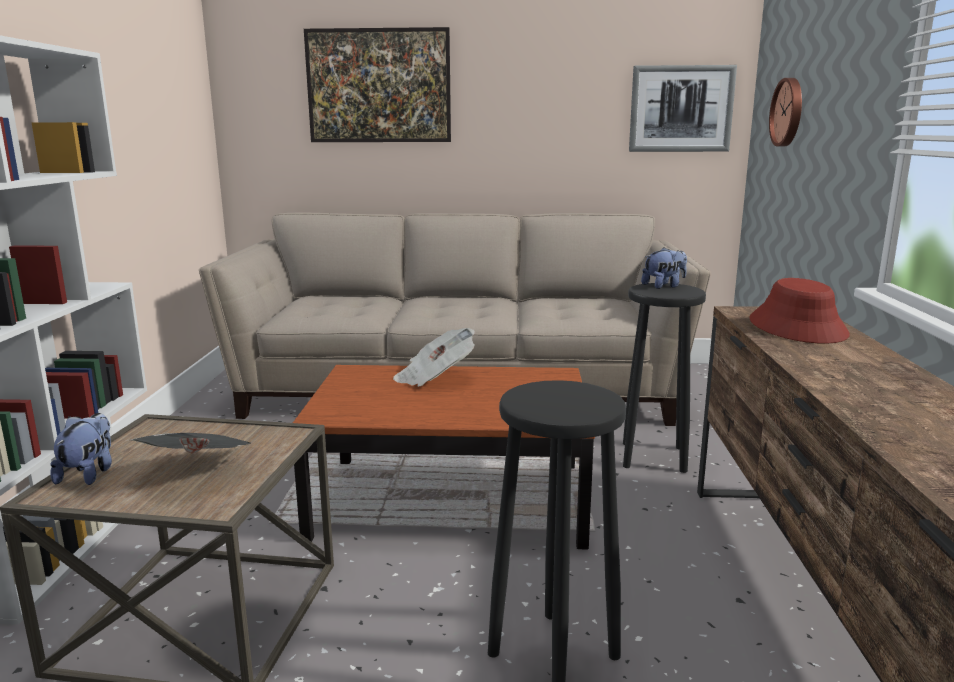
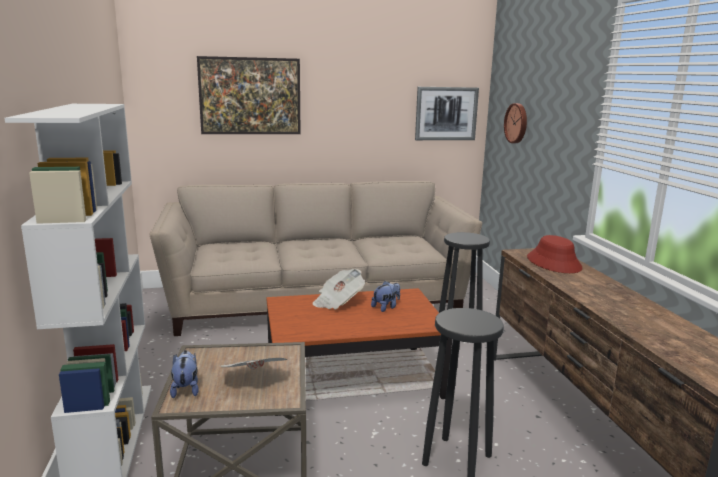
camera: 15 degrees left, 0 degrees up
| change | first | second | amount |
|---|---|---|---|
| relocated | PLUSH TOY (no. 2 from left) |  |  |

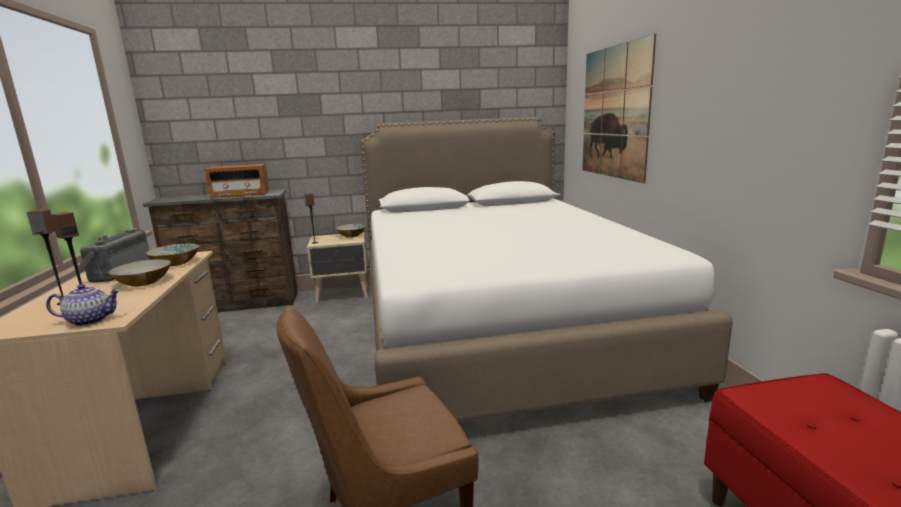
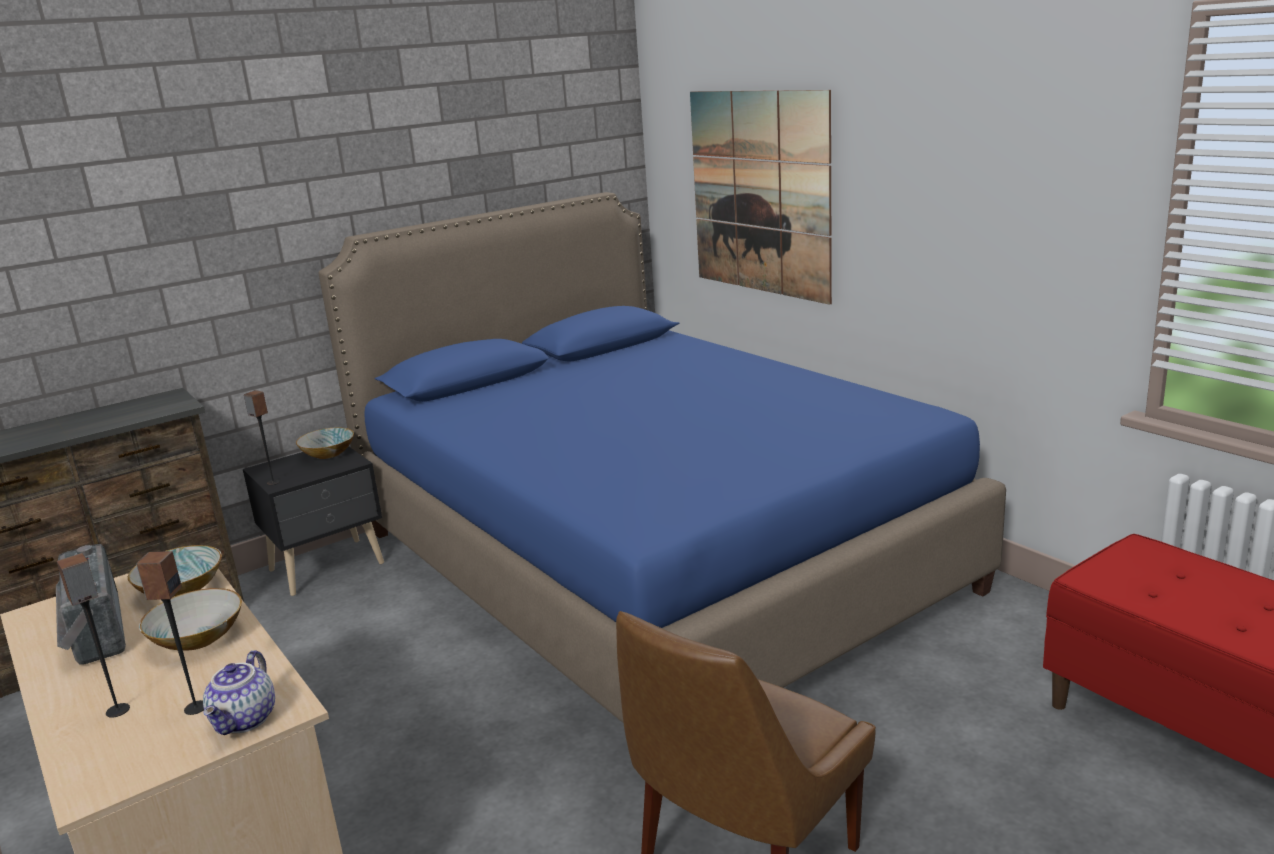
camera: 25 degrees left, 5 degrees up
| change | first | second | amount |
|---|---|---|---|
| spun | TEAPOT |  | 135 degrees clockwise |
| missing | RADIO (no. 2 from left) |  |  |
| colour | BEIGE NIGHTSTAND | BLACK NIGHTSTAND |  |
| colour | WHITE BED | BLUE BED |  |

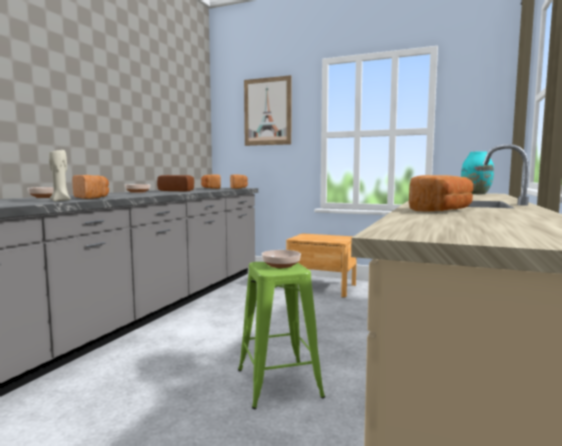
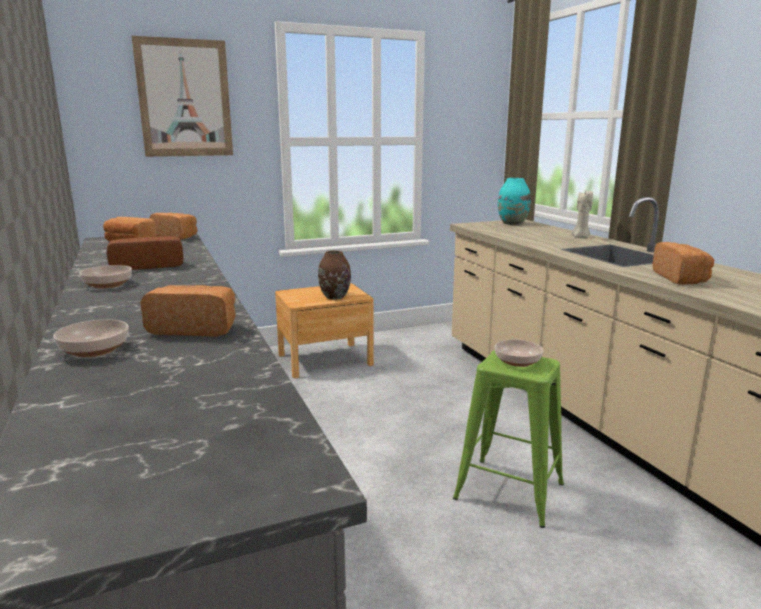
camera: 45 degrees left, 10 degrees up
| change | first | second | amount |
|---|---|---|---|
| relocated | BEIGE CANDLE |  |  |
| appeared |  | BROWN VASE |  |

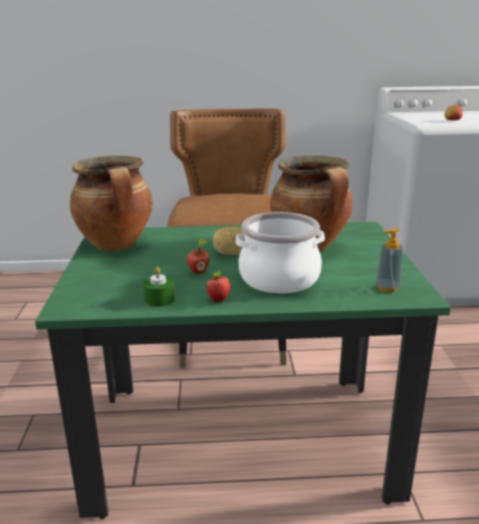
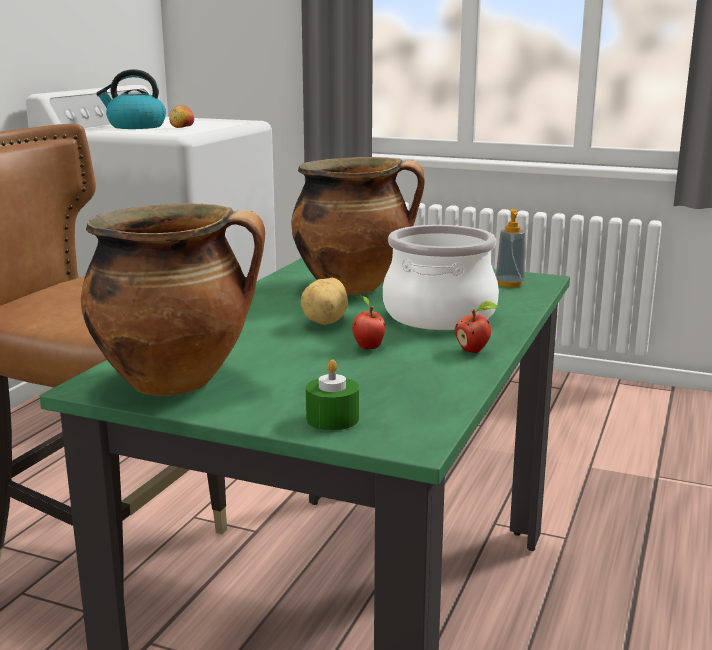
camera: 65 degrees left, 5 degrees down
| change | first | second | amount |
|---|---|---|---|
| relocated | GREEN CANDLE |  |  |
| appeared |  | KETTLE |  |

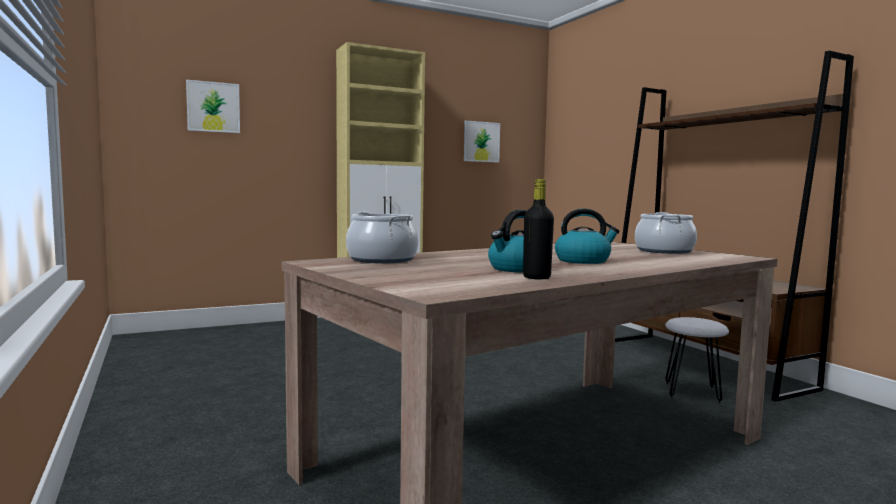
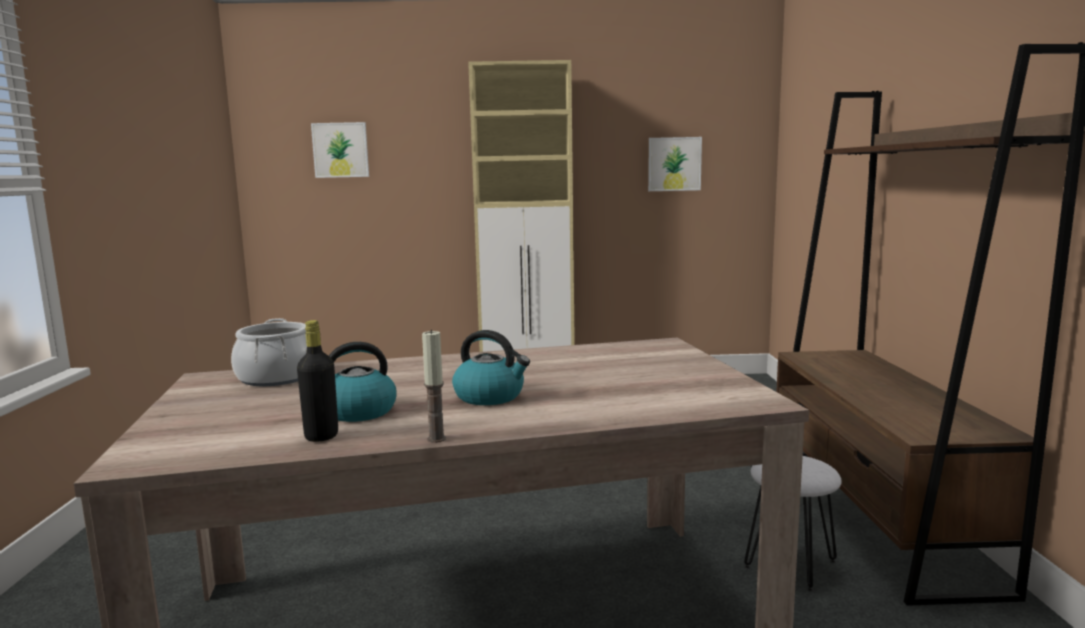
camera: 25 degrees right, 5 degrees up
| change | first | second | amount |
|---|---|---|---|
| missing | COOKING POT (no. 2 from left) |  |  |
| appeared |  | CANDLE |  |

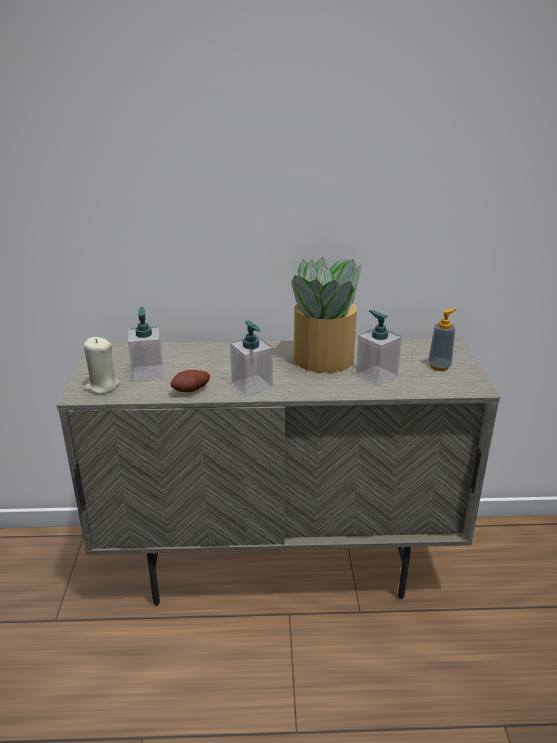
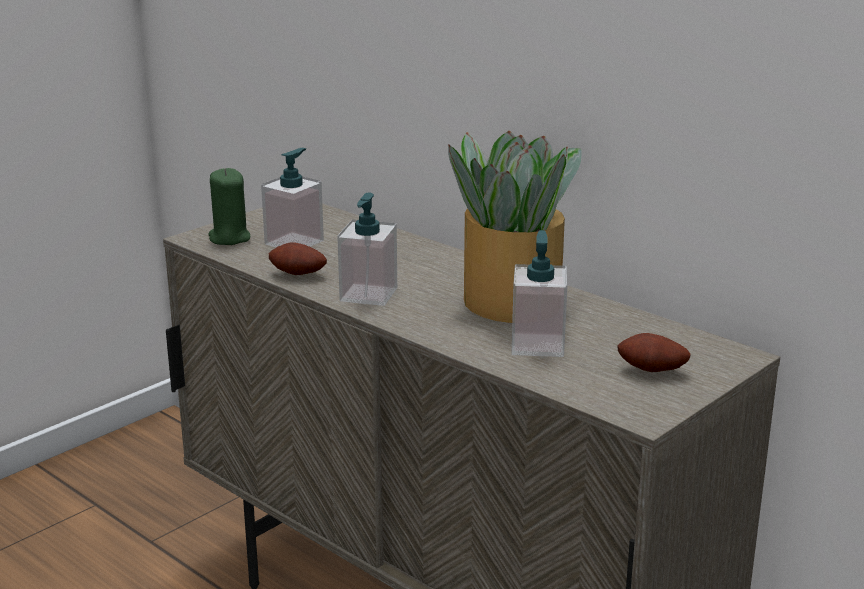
camera: 45 degrees right, 5 degrees down
| change | first | second | amount |
|---|---|---|---|
| colour | BEIGE CANDLE | GREEN CANDLE |  |
| exchanged | SOAP DISPENSER (no. 4 from left) | POTATO (no. 2 from left) |  |

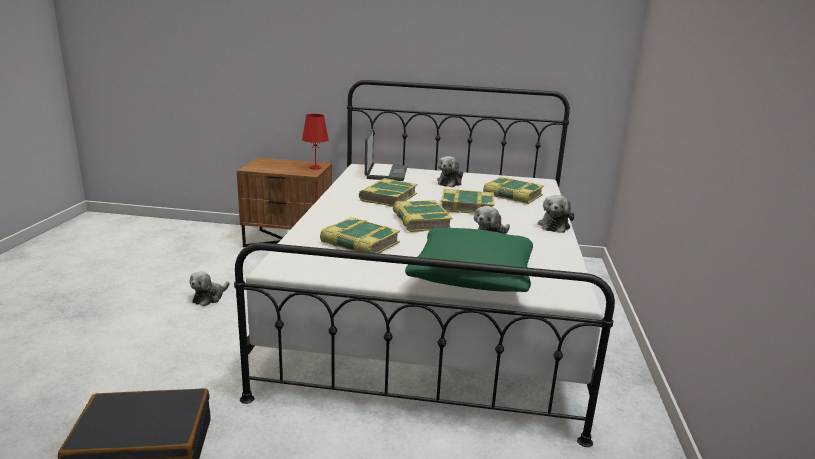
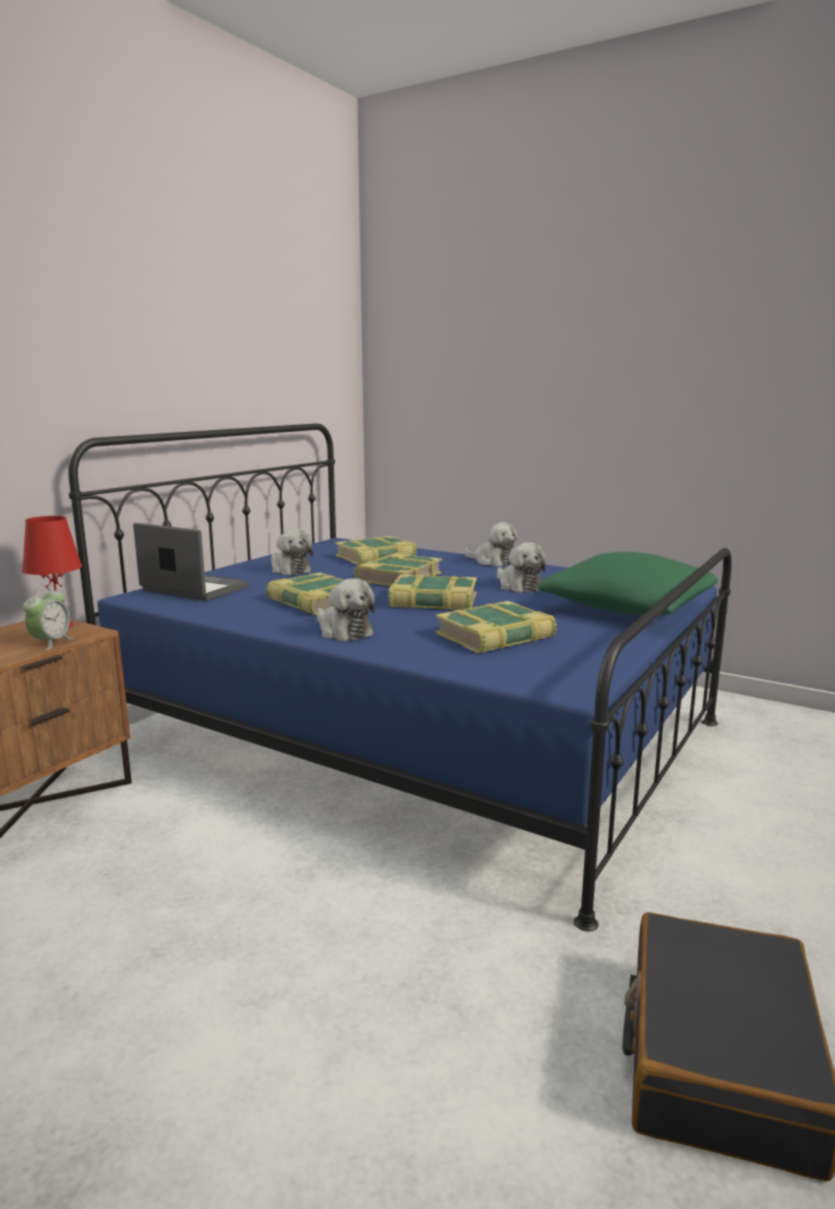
camera: 65 degrees left, 5 degrees down
| change | first | second | amount |
|---|---|---|---|
| relocated | PLUSH TOY (no. 1 from left in the first image) | PLUSH TOY (no. 2 from left) |  |
| colour | WHITE BED | BLUE BED |  |
| appeared |  | ALARM CLOCK |  |

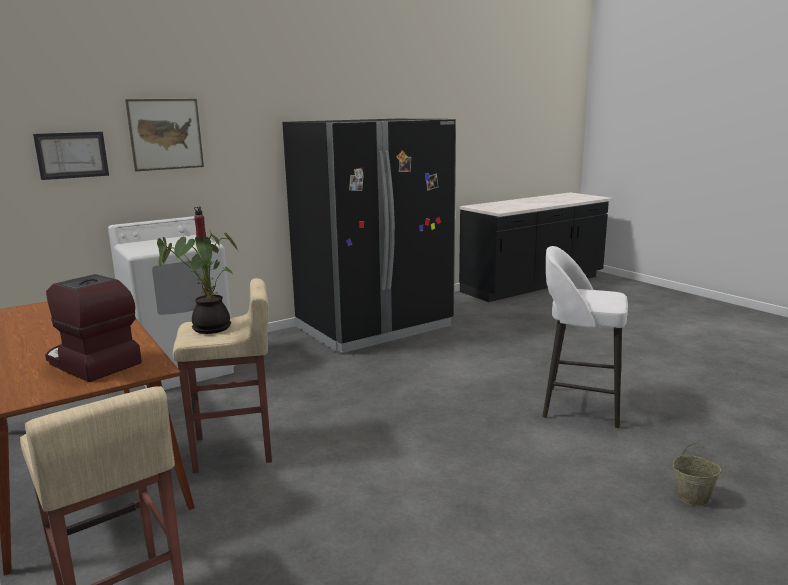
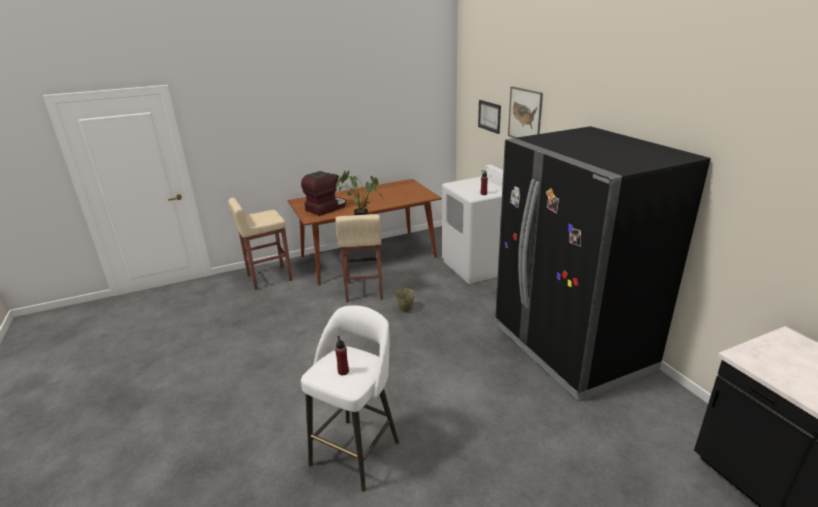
camera: 100 degrees right, 10 degrees up
| change | first | second | amount |
|---|---|---|---|
| relocated | BEIGE BUCKET |  |  |
| appeared |  | RED BOTTLE (no. 1 from left) |  |

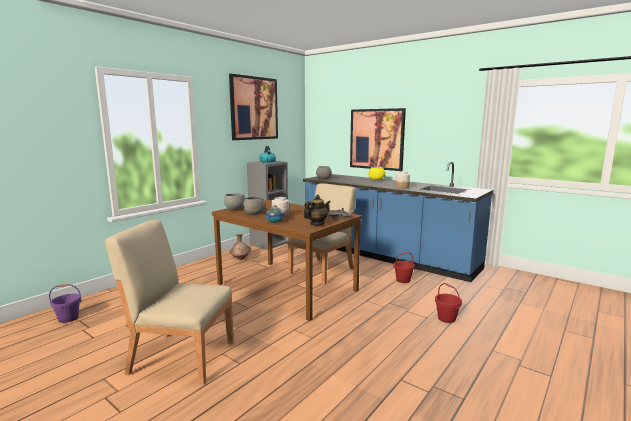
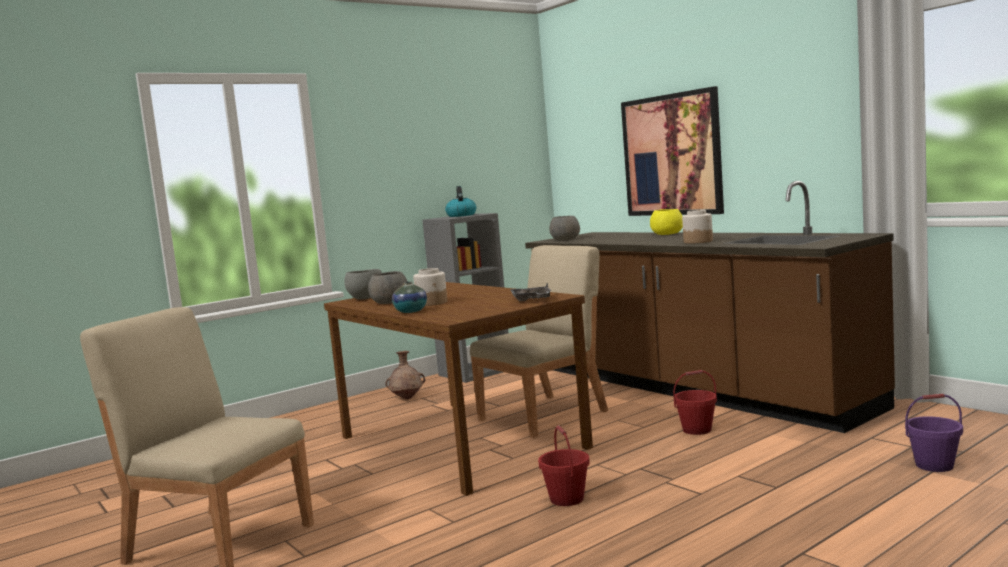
camera: 15 degrees right, 5 degrees down
| change | first | second | amount |
|---|---|---|---|
| relocated | PURPLE BUCKET |  |  |
| missing | PICTURE (no. 1 from left) |  |  |
| colour | BLUE COUNTER | BROWN COUNTER |  |
| missing | TEAPOT |  |  |
| relocated | RED BUCKET (no. 2 from left in the first image) | RED BUCKET (no. 1 from left) |  |

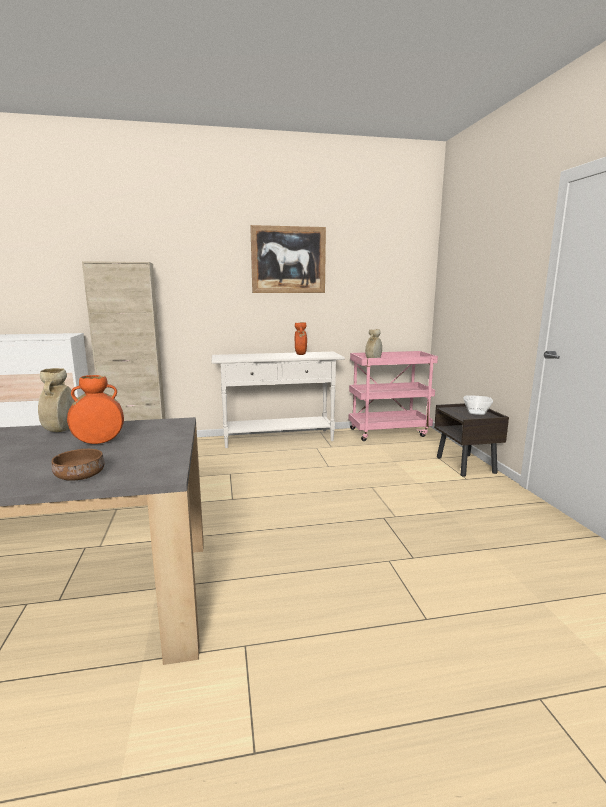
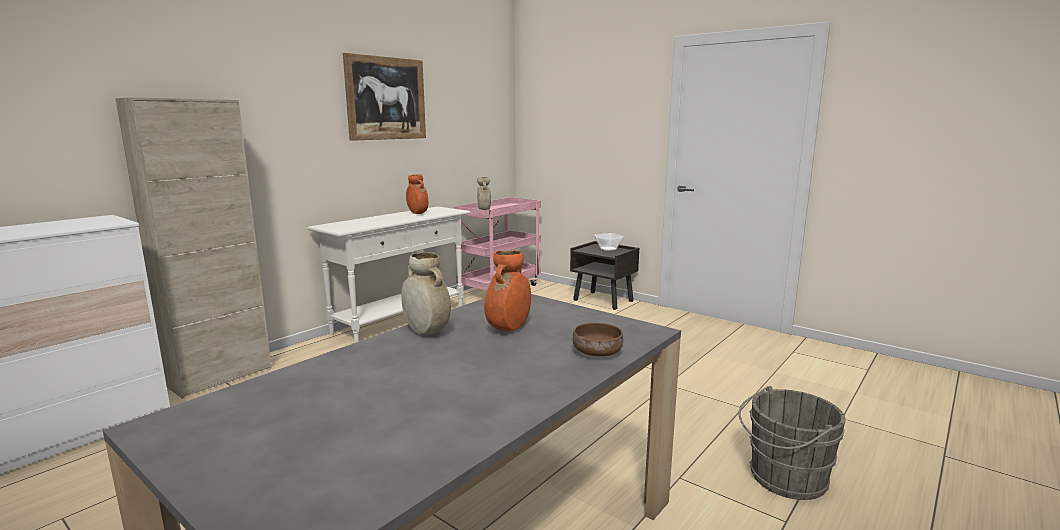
camera: 40 degrees left, 0 degrees up
| change | first | second | amount |
|---|---|---|---|
| appeared |  | GREY BUCKET |  |

